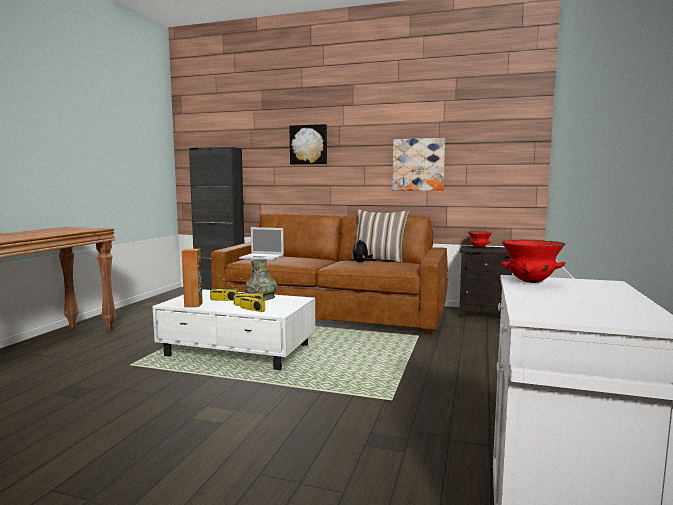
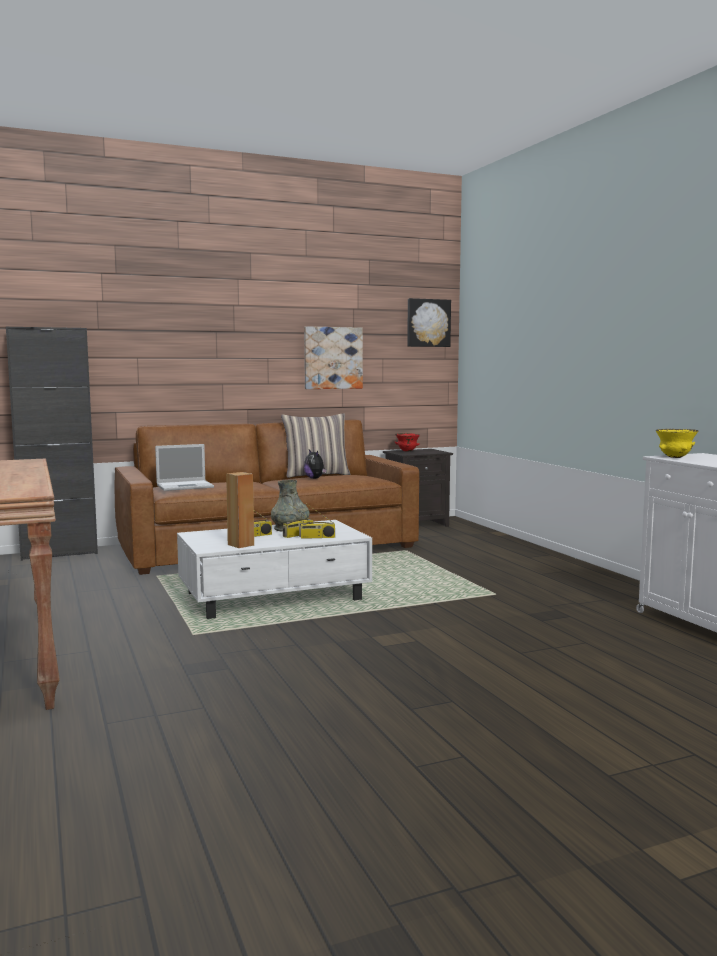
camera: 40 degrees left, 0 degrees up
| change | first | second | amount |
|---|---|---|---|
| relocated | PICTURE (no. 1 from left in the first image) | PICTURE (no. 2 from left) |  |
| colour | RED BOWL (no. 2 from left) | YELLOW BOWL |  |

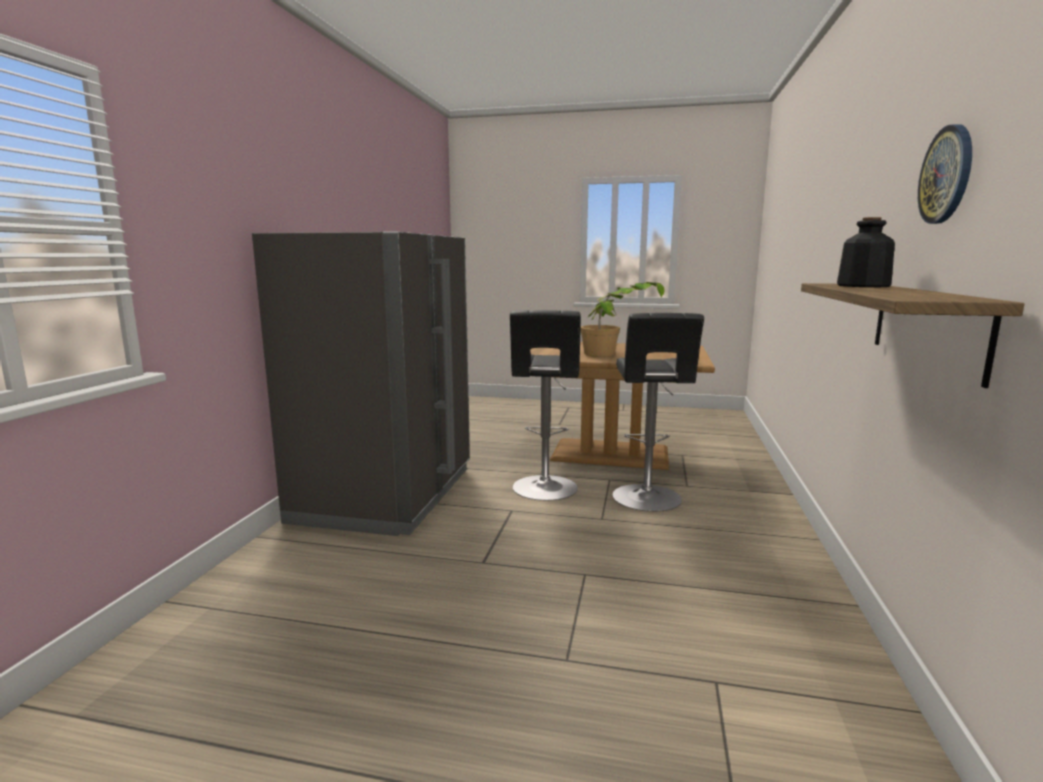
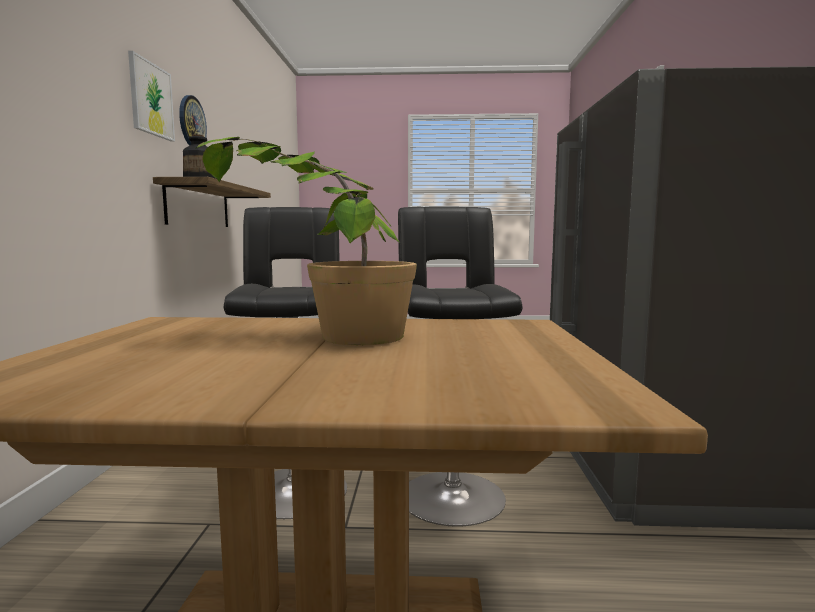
camera: 170 degrees right, 5 degrees down
| change | first | second | amount |
|---|---|---|---|
| appeared |  | PICTURE |  |

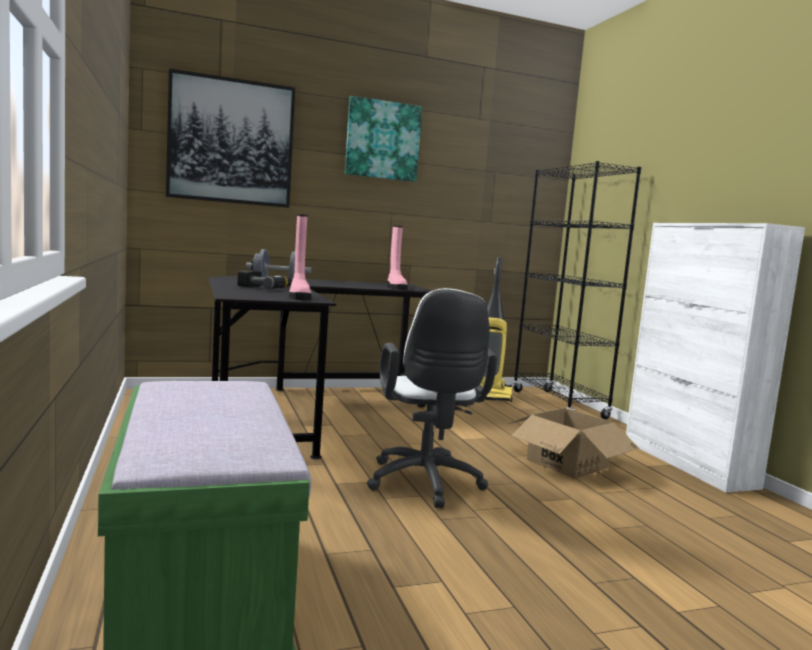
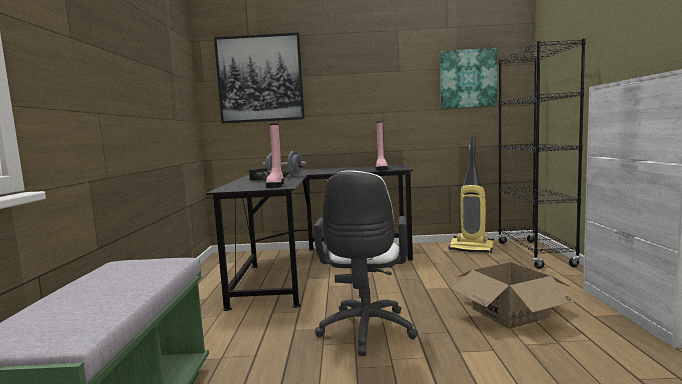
camera: 20 degrees right, 0 degrees up
| change | first | second | amount |
|---|---|---|---|
| relocated | PICTURE (no. 2 from left) |  |  |

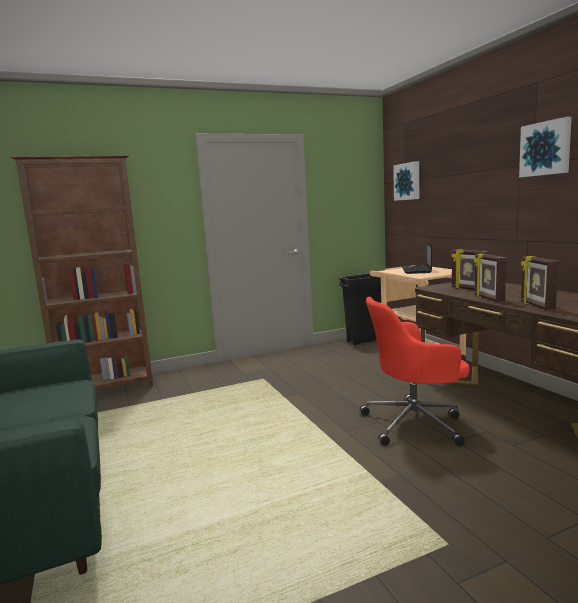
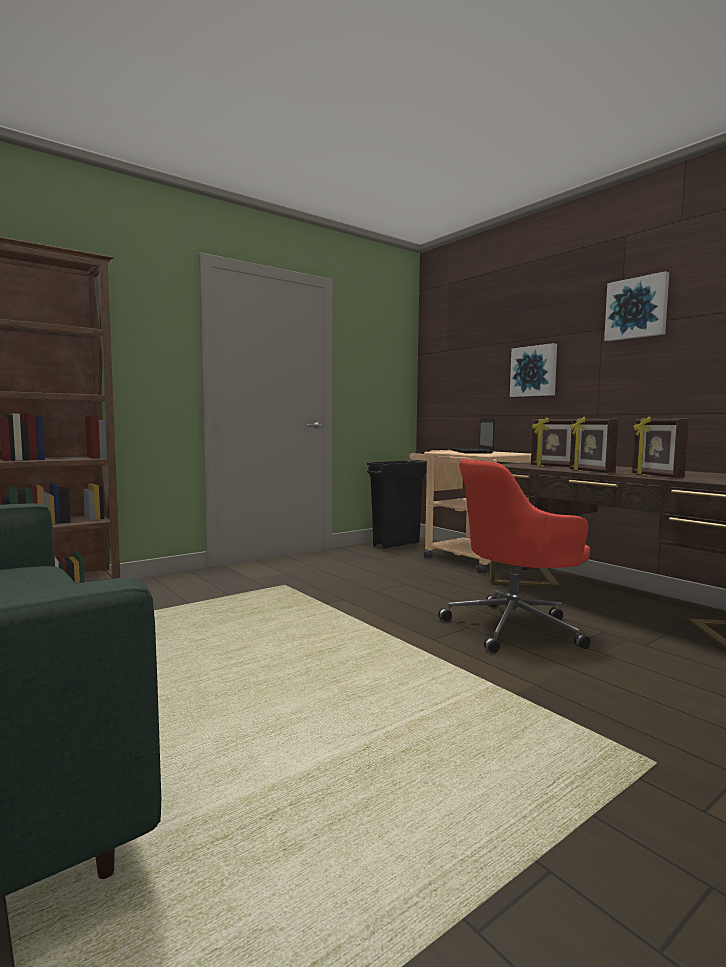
camera: 15 degrees left, 5 degrees down
| change | first | second | amount |
|---|---|---|---|
| relocated | PICTURE (no. 1 from left) |  |  |

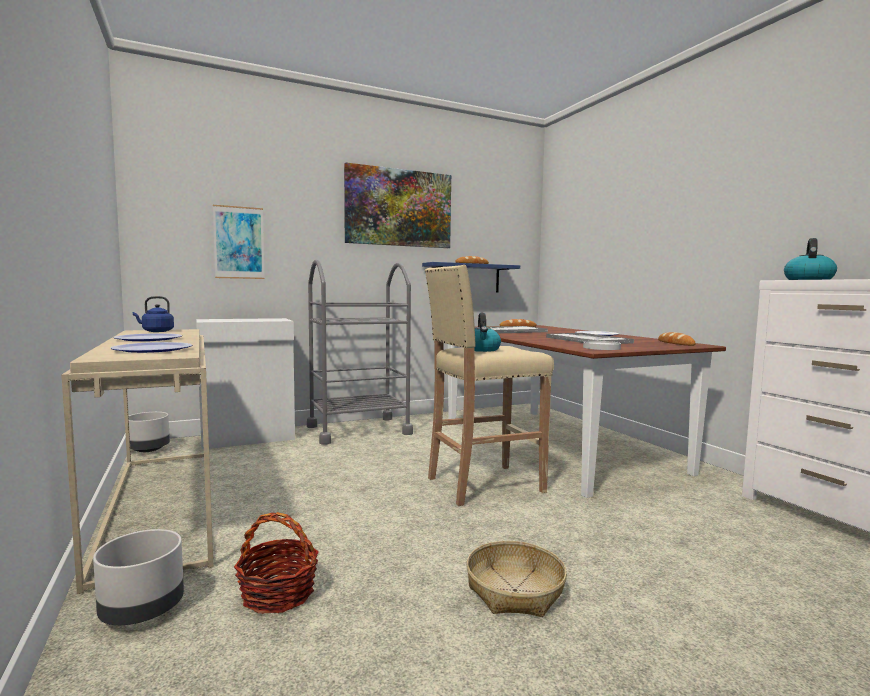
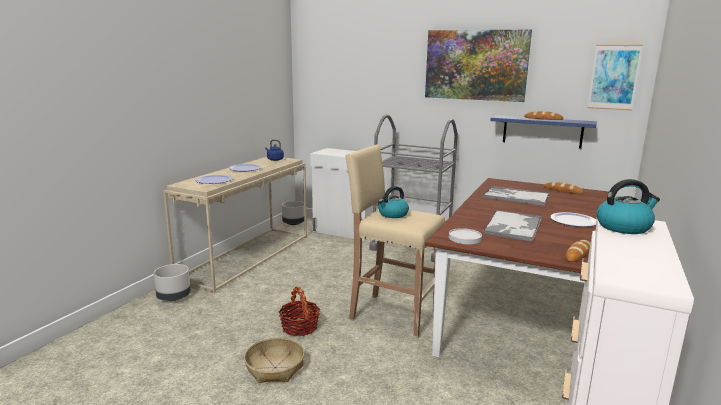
camera: 50 degrees right, 10 degrees up
| change | first | second | amount |
|---|---|---|---|
| relocated | PICTURE (no. 1 from left in the first image) | PICTURE (no. 2 from left) |  |
| relocated | BASKET (no. 1 from left in the first image) | BASKET (no. 2 from left) |  |

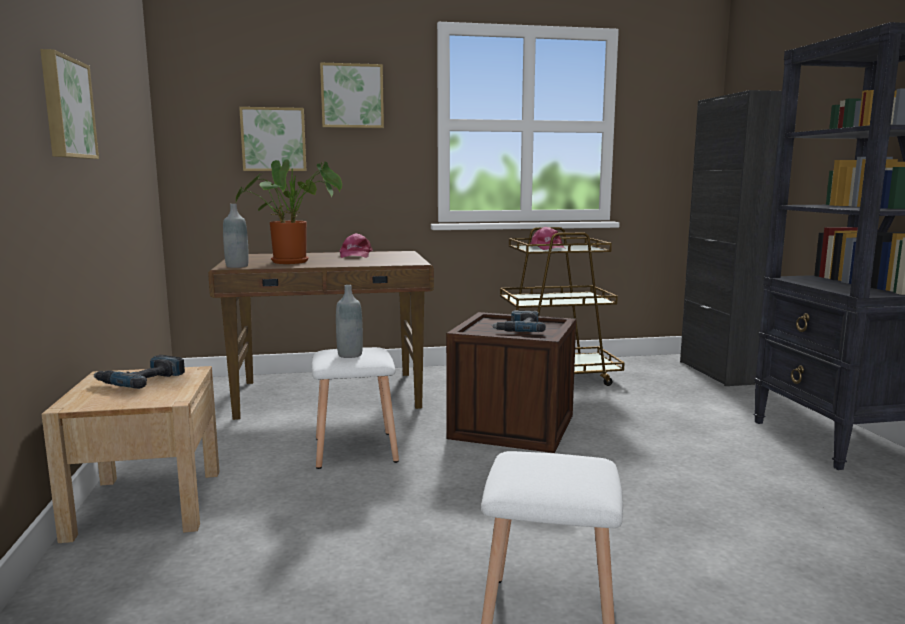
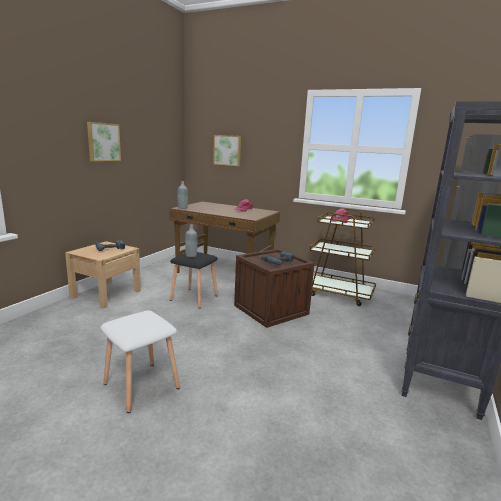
camera: 35 degrees right, 5 degrees up
| change | first | second | amount |
|---|---|---|---|
| missing | POTTED PLANT |  |  |
| colour | WHITE STOOL (no. 1 from left) | BLACK STOOL |  |
| missing | PICTURE (no. 3 from left) |  |  |

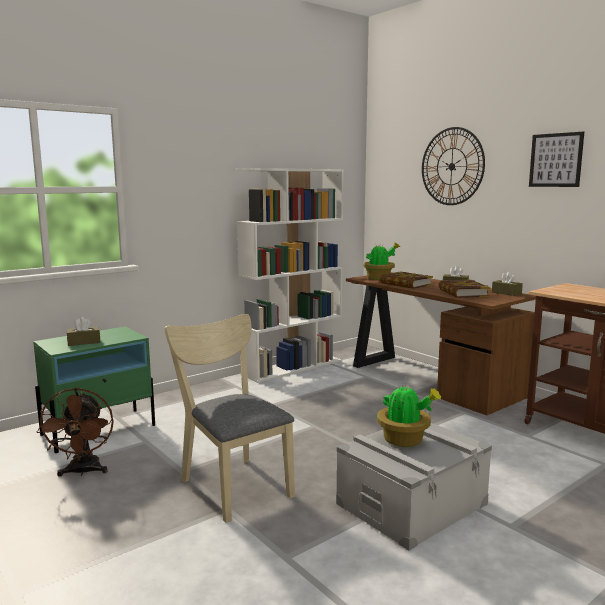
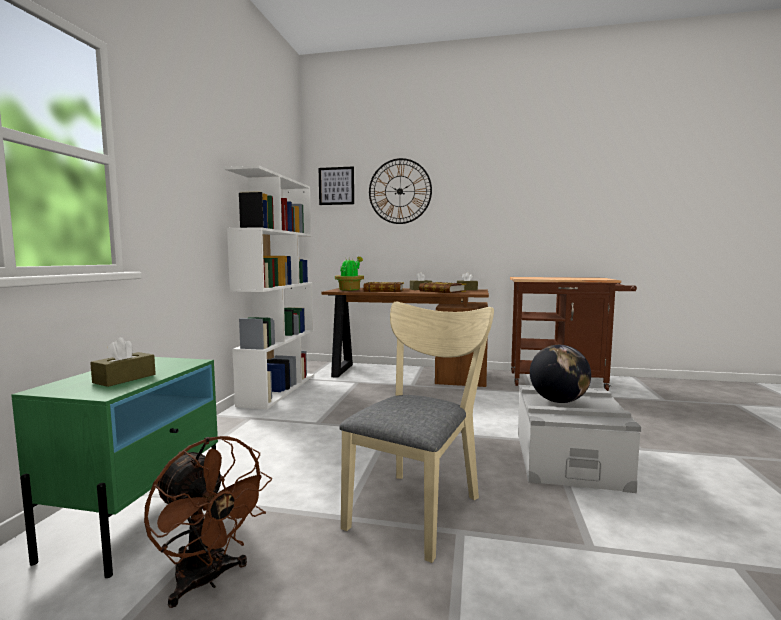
camera: 40 degrees left, 5 degrees down
| change | first | second | amount |
|---|---|---|---|
| spun | BEIGE CHAIR |  | 105 degrees clockwise |
| exchanged | POTTED PLANT (no. 2 from left) | GLOBE |  |
| relocated | PICTURE |  |  |

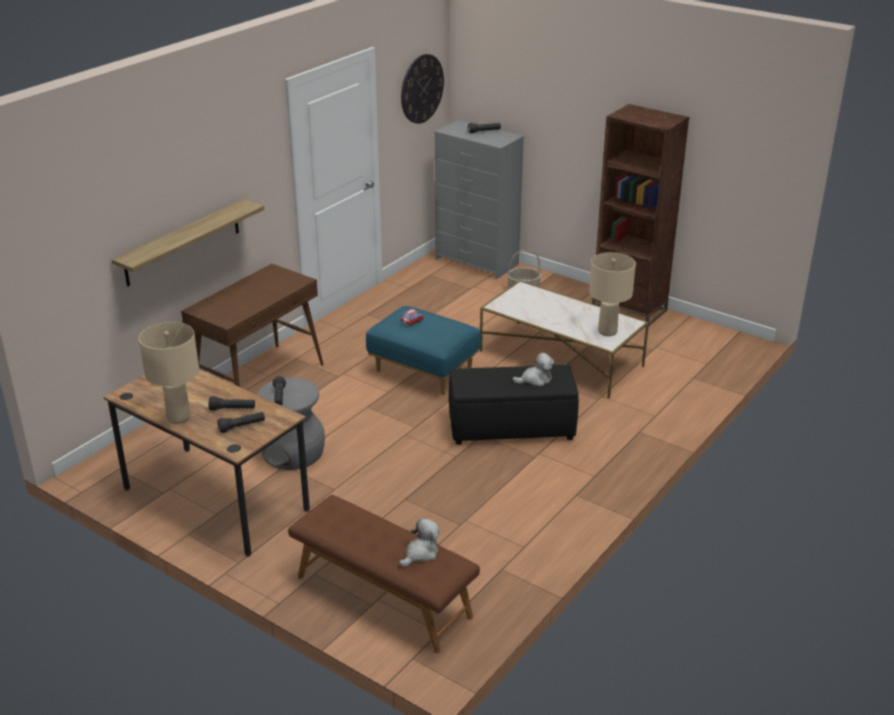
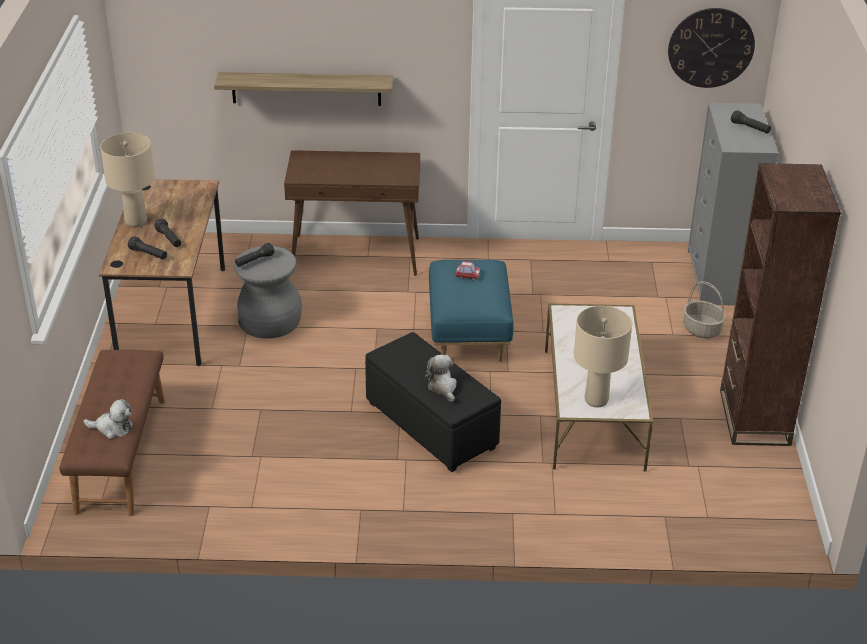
camera: 55 degrees right, 5 degrees up
| change | first | second | amount |
|---|---|---|---|
| spun | PLUSH TOY (no. 2 from left) |  | 150 degrees counterclockwise |

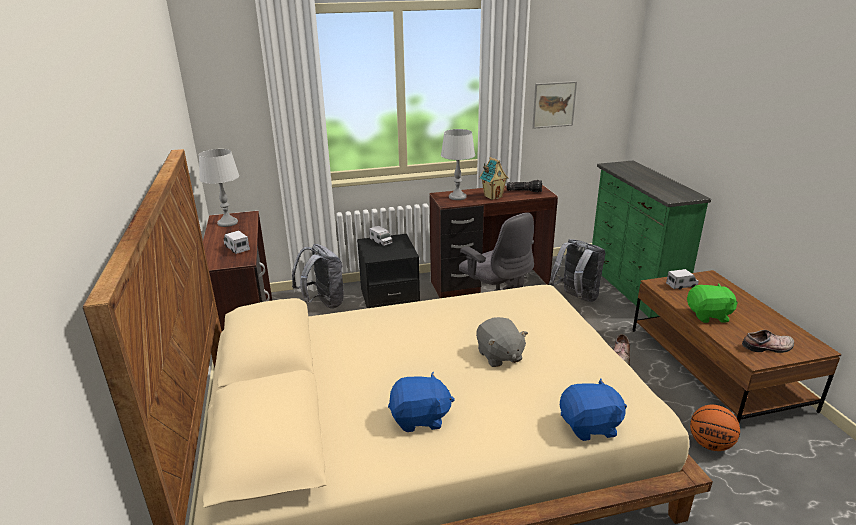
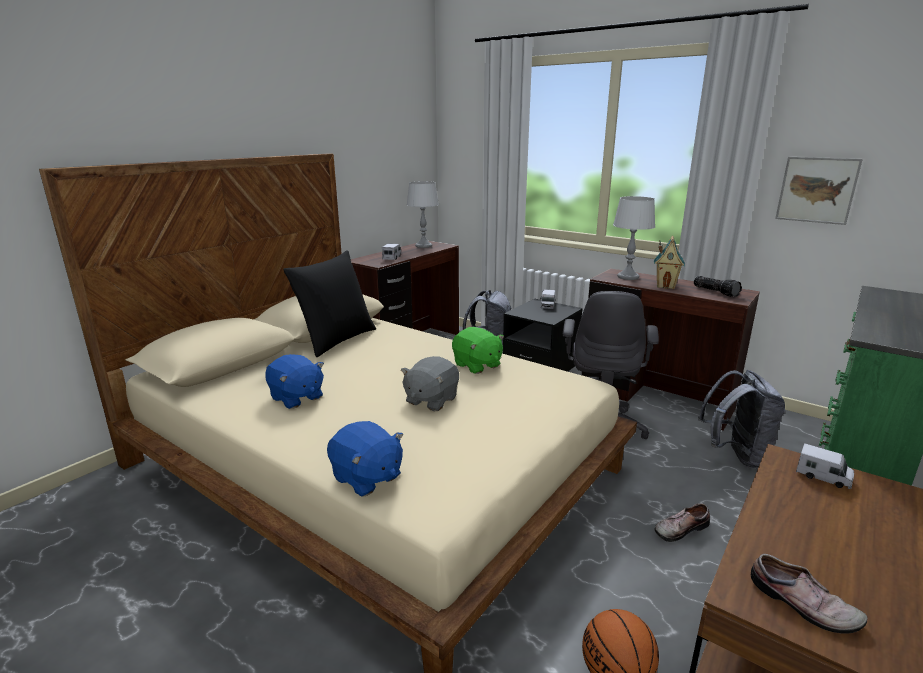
camera: 50 degrees right, 5 degrees down
| change | first | second | amount |
|---|---|---|---|
| relocated | GREEN PLUSH TOY |  |  |
| appeared |  | BLACK PILLOW |  |

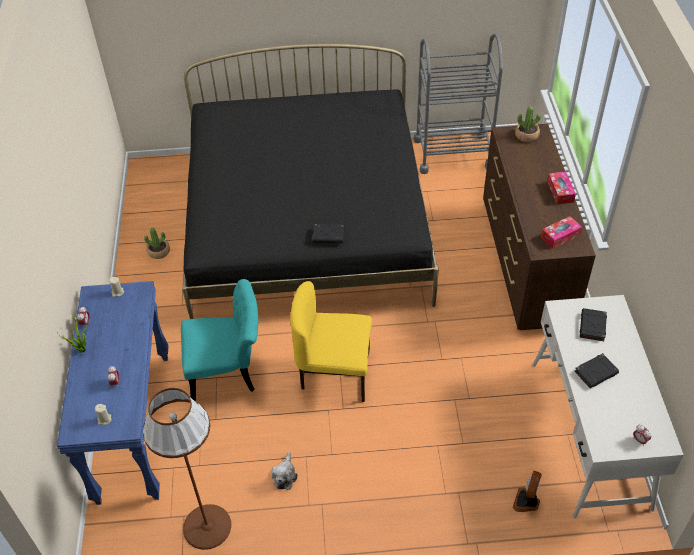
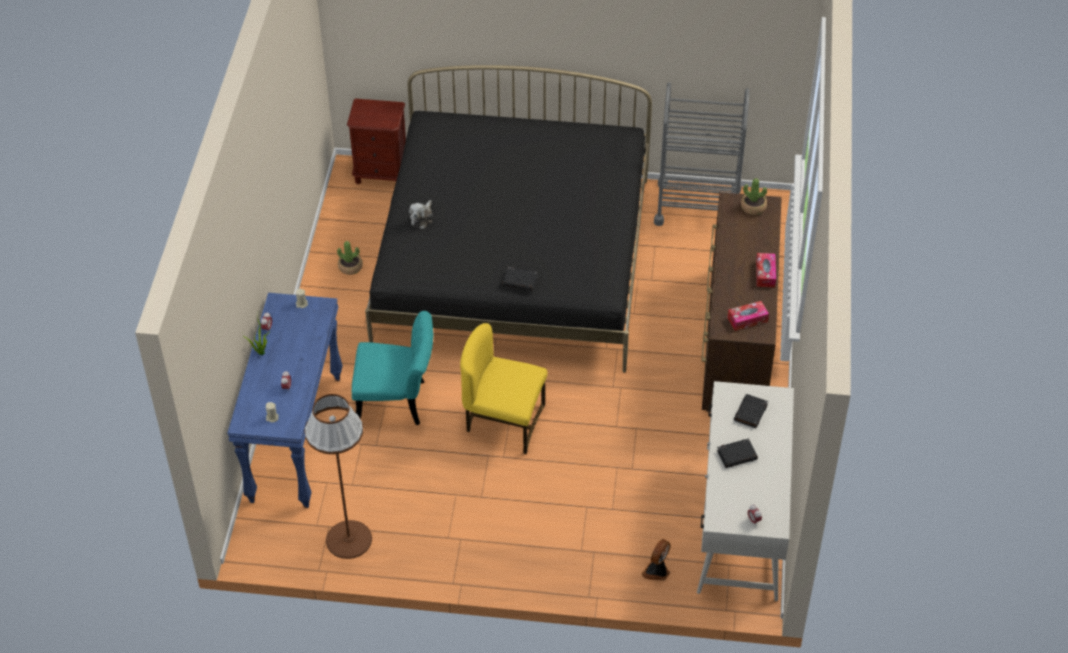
camera: 10 degrees right, 0 degrees up
| change | first | second | amount |
|---|---|---|---|
| relocated | PLUSH TOY |  |  |
| appeared |  | BROWN NIGHTSTAND |  |

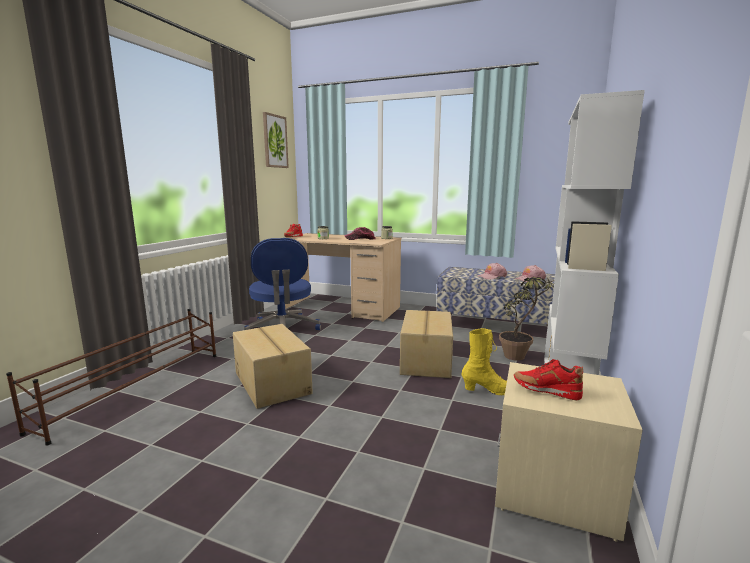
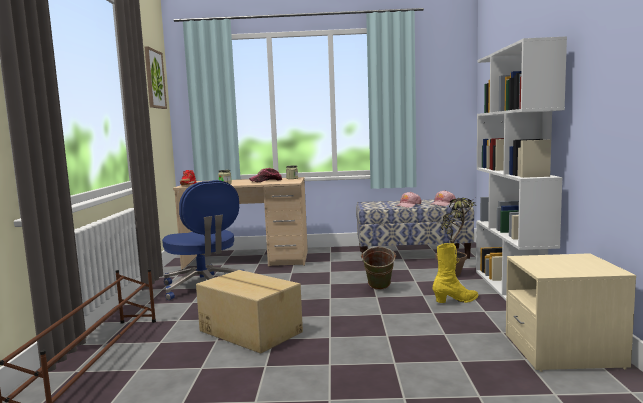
camera: 20 degrees left, 5 degrees down
| change | first | second | amount |
|---|---|---|---|
| exchanged | CARDBOARD BOX (no. 2 from left) | GREEN BUCKET |  |
| missing | RED SHOE (no. 2 from left) |  |  |

